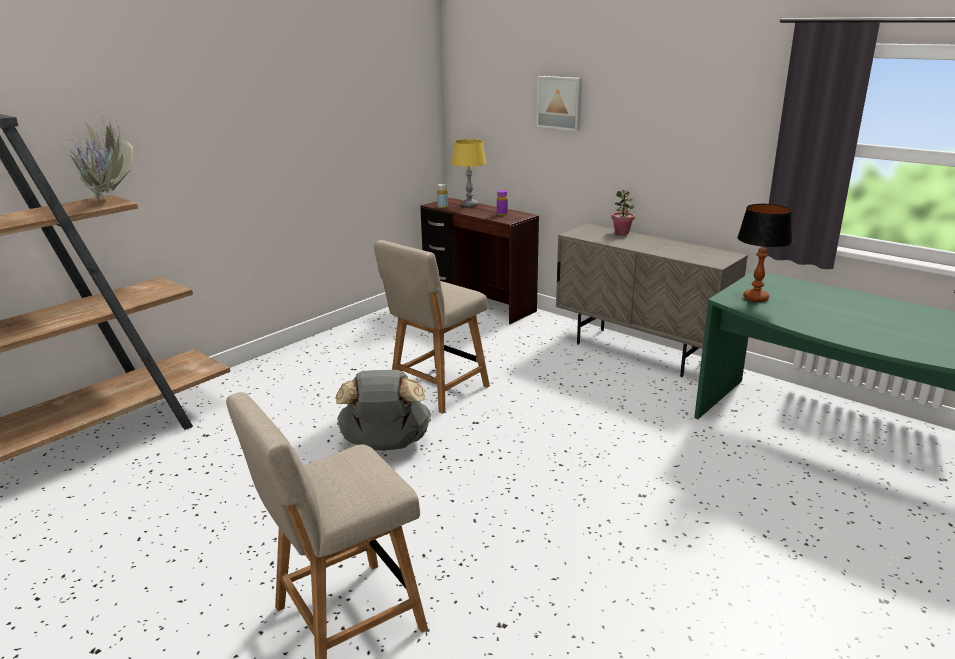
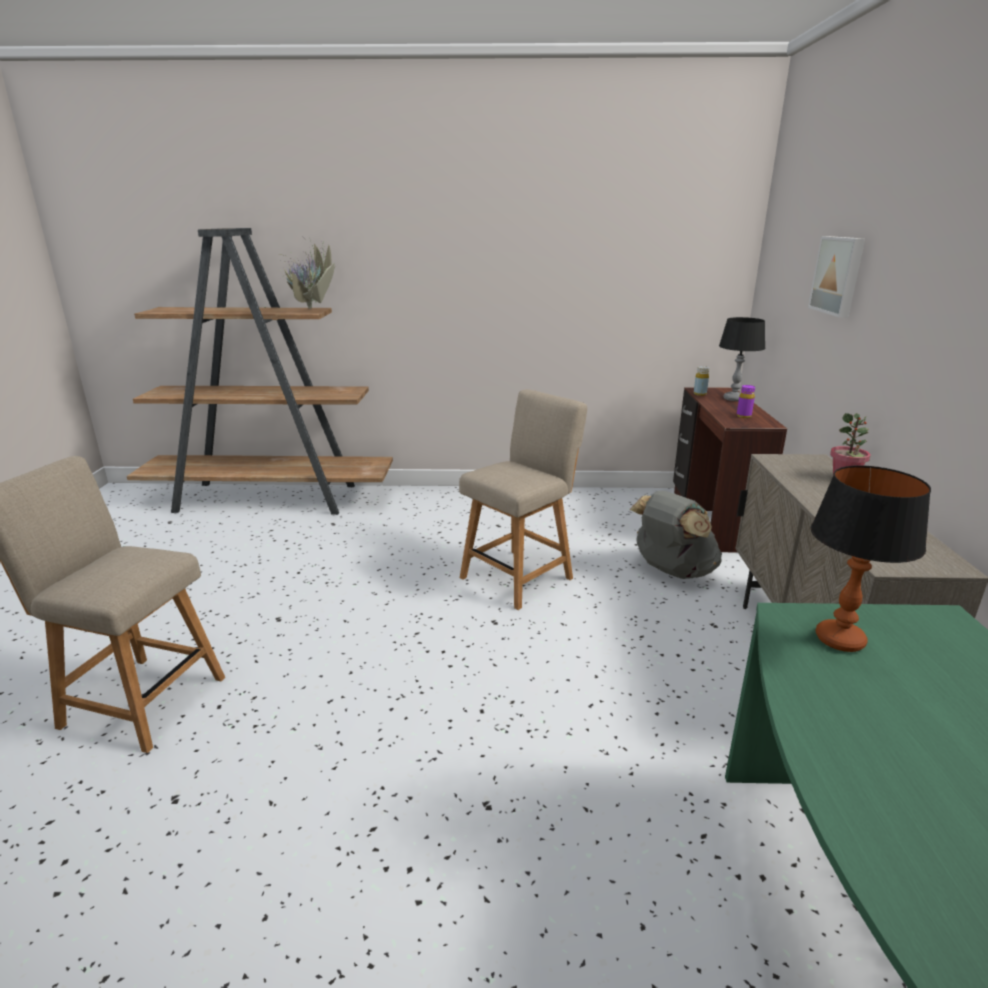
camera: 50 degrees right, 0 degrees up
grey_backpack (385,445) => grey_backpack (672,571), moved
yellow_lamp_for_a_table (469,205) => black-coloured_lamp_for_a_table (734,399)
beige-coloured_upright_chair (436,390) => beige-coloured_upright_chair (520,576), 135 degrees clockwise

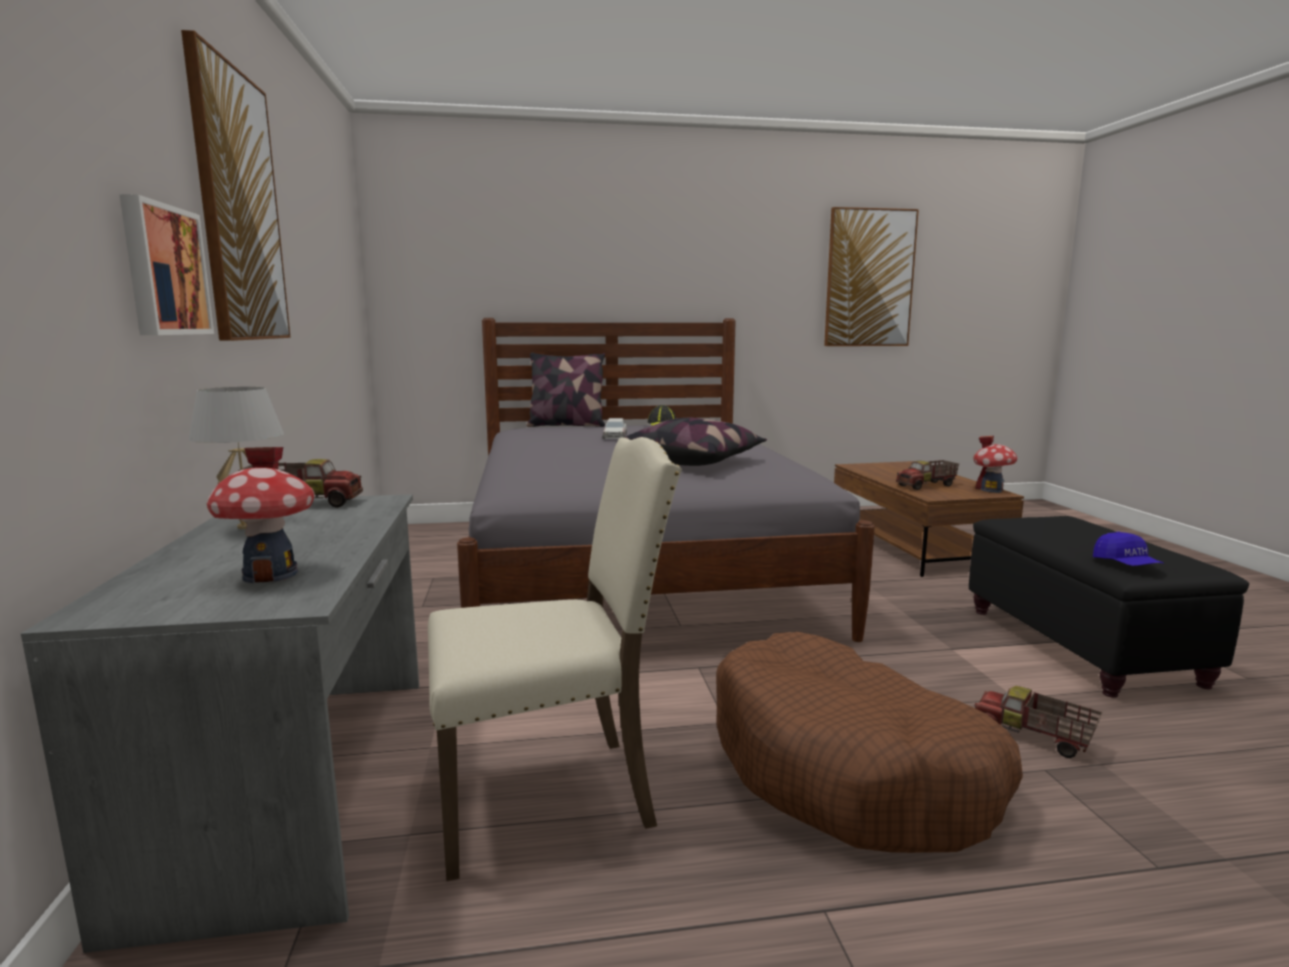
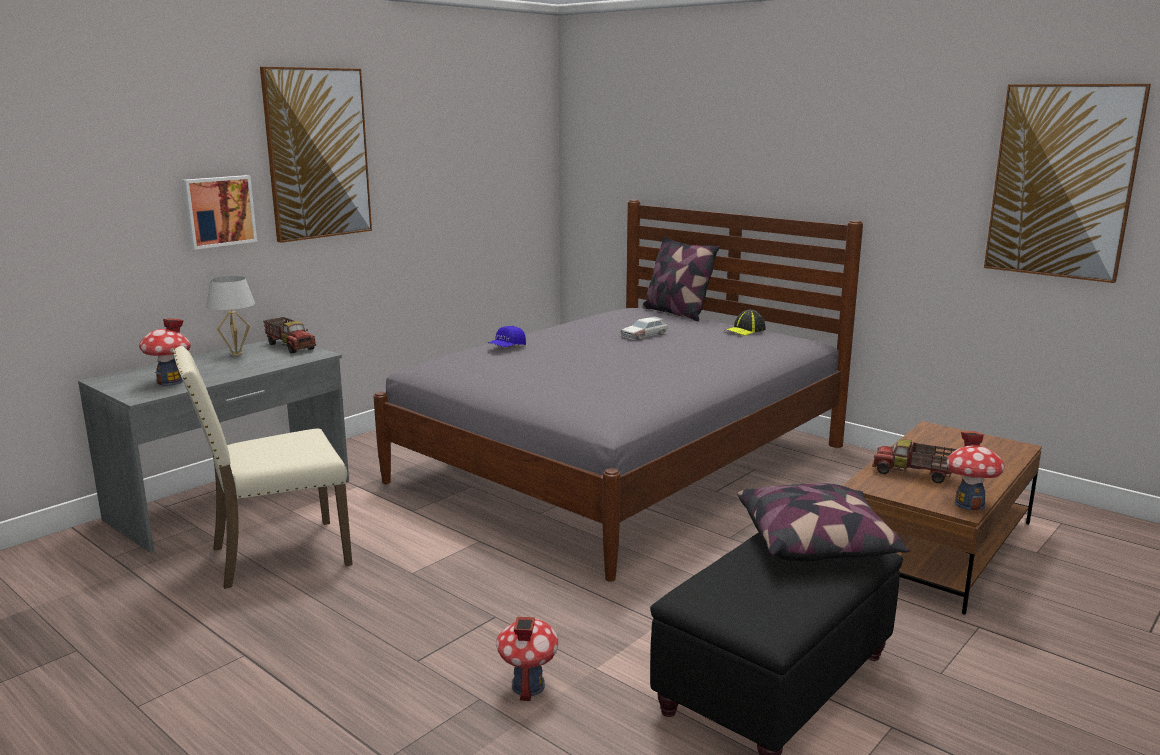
camera: 50 degrees right, 5 degrees up
brownish_dog_cushion (849,769) => nothing
cushion (694,461) => cushion (817,544), moved
blue-coloured_baseball_cap (1126,565) => blue-coloured_baseball_cap (507,347), moved
model_truck (1032,737) => miniature_house (528,686)
beige-coloured_upright_chair (549,796) => beige-coloured_upright_chair (277,555), 120 degrees clockwise

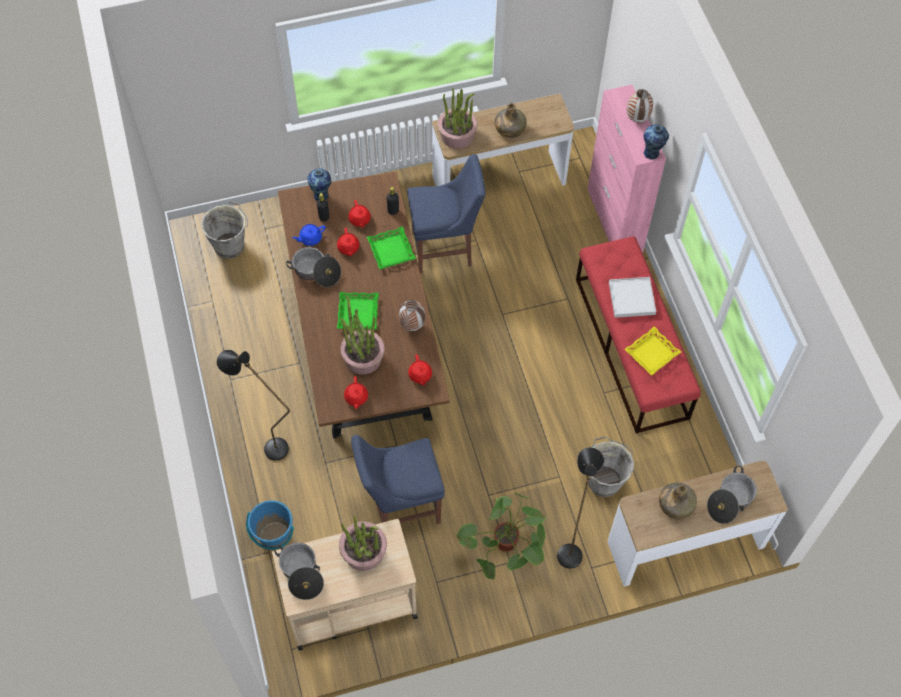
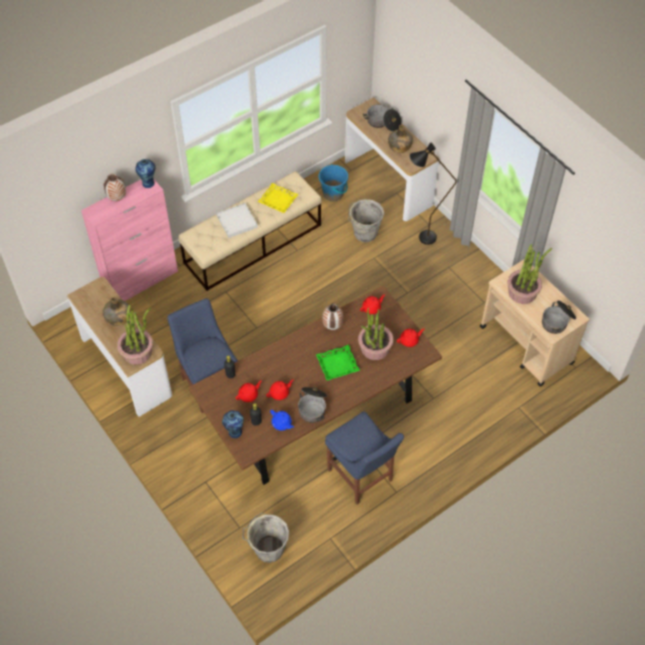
camera: 110 degrees left, 5 degrees down
black-coloured_floor_lamp (267,446) => nothing
green-coloured_carrying_tray (391,250) => nothing
plant_in_a_pot (506,552) => nothing
blue-coloured_pail (274,536) => blue-coloured_pail (333,194), moved
blue-coloured_upright_chair (400,506) => blue-coloured_upright_chair (361,477), moved
red-coloured_long_seat (631,348) => beige-coloured_long_seat (253,244)

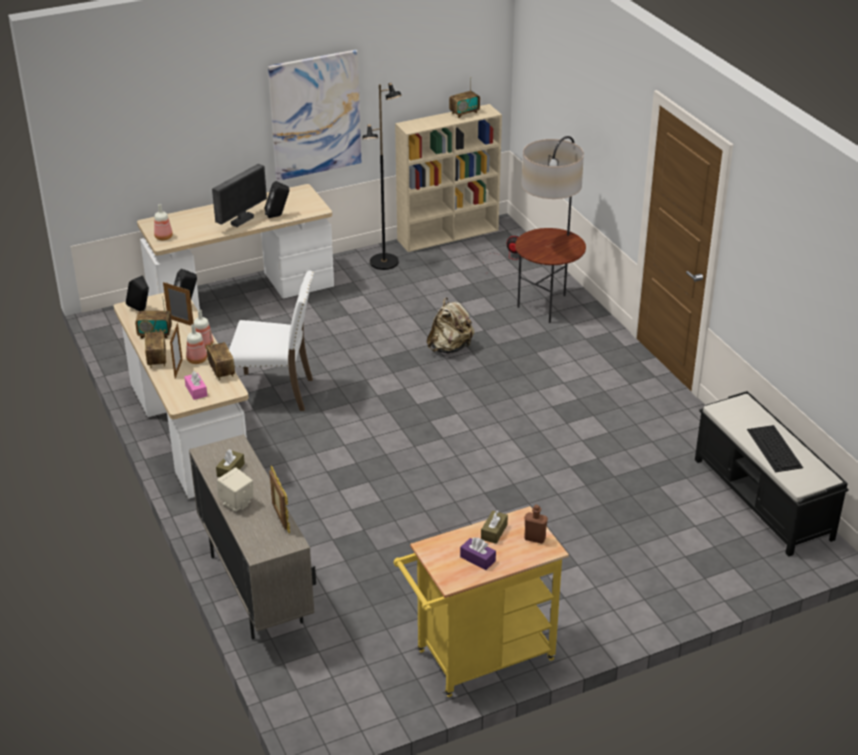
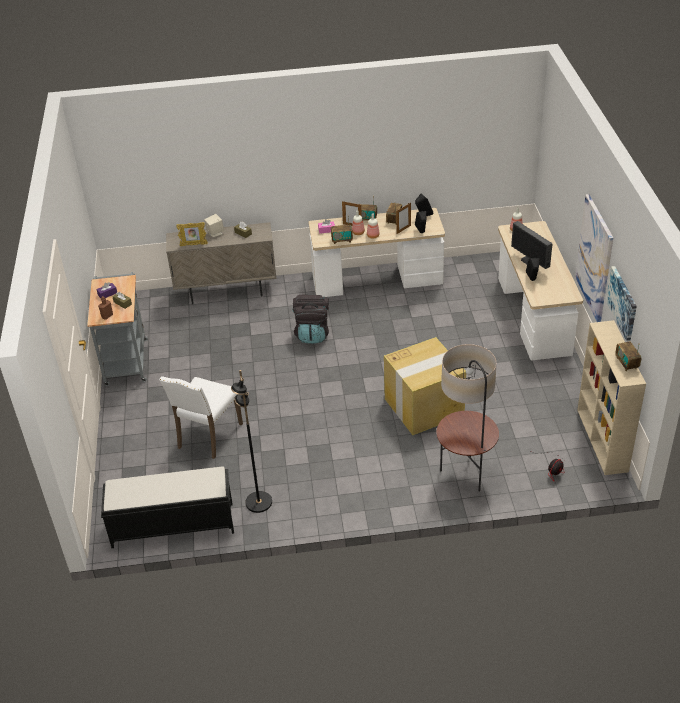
camera: 110 degrees right, 5 degrees up
keyboard (775,449) => nothing
nothing => black-coloured_backpack (312,334)
nothing => wall_art (623,303)
white-coloured_upright_chair (275,393) => white-coloured_upright_chair (208,436), moved
black-coloured_floor_lamp (384,262) => black-coloured_floor_lamp (258,502), moved
beige-coloured_backpack (450,348) => carton (425,406)
yellow_trolley (477,659) => grey_trolley (126,359)

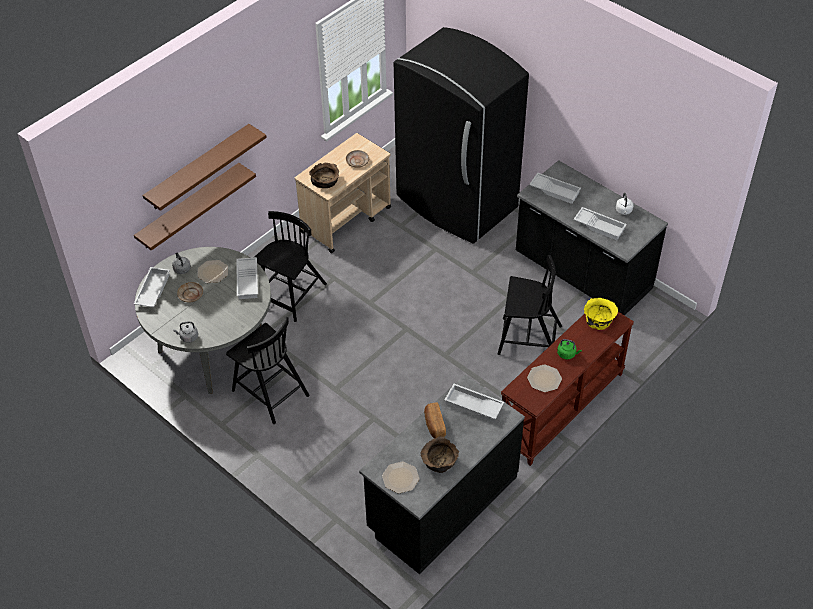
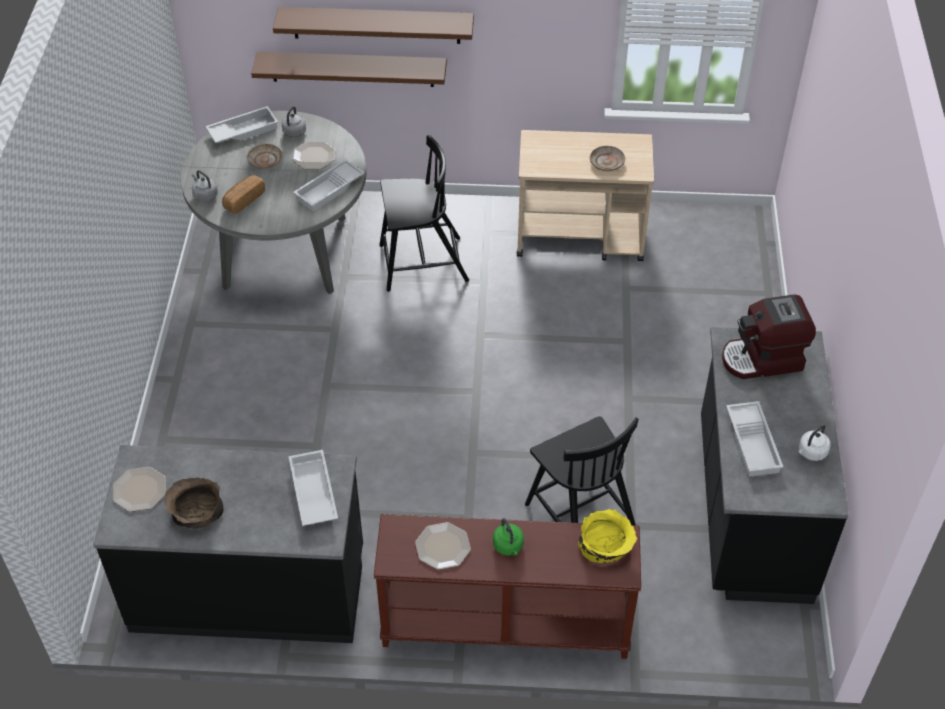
camera: 50 degrees right, 0 degrees up
black-coloured_upright_chair (269,392) => nothing
brownish_bowl (325,181) => nothing
black-coloured_kitchen_fridge (456,203) => nothing
bakery_bread (434,425) => bakery_bread (243,200), moved
white-coloured_carrying_tray (555,190) => coffee_brewer (763,359)

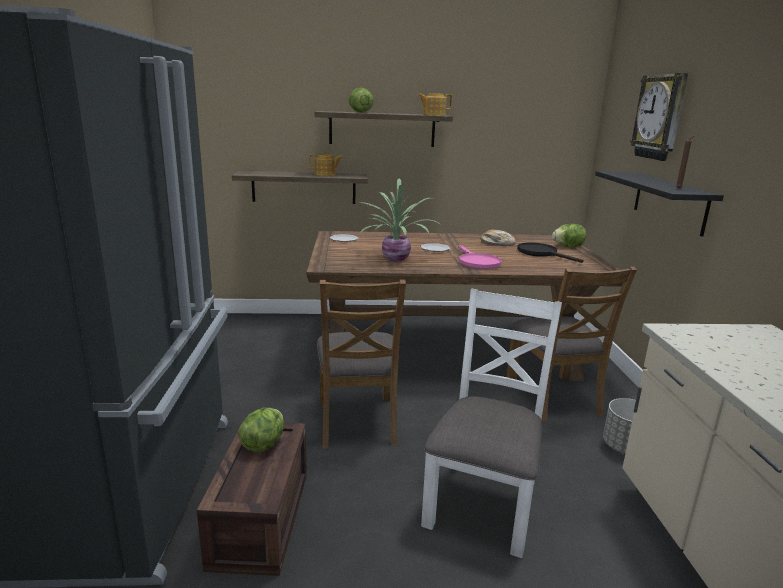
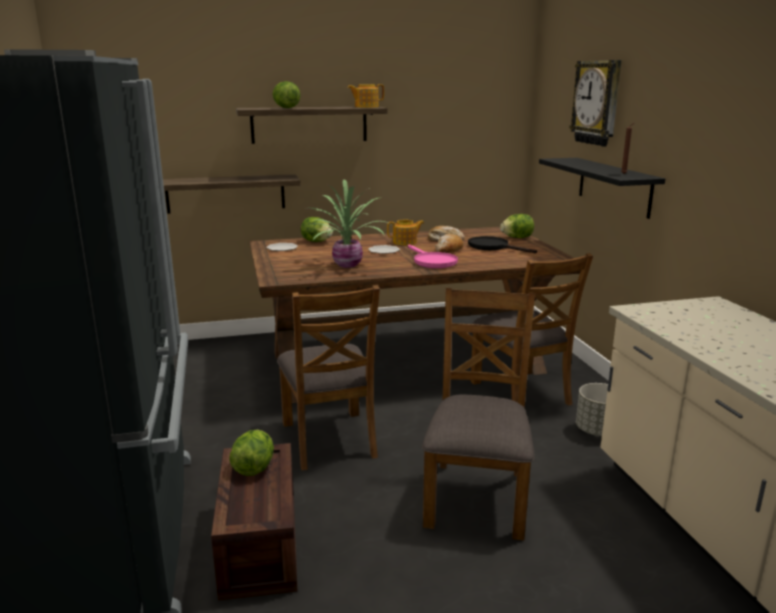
camera: 10 degrees left, 0 degrees up
nothing => lettuce_head (316,241)
nothing => bakery_bread (448,250)
pot_for_tea (325,174) => pot_for_tea (405,242), moved
white-coloured_upright_chair (483,502) => brownish_upright_chair (476,497)

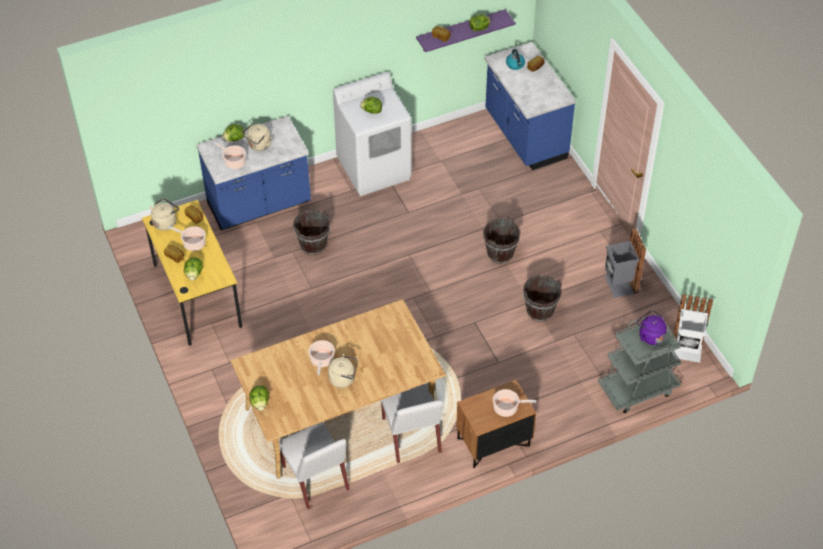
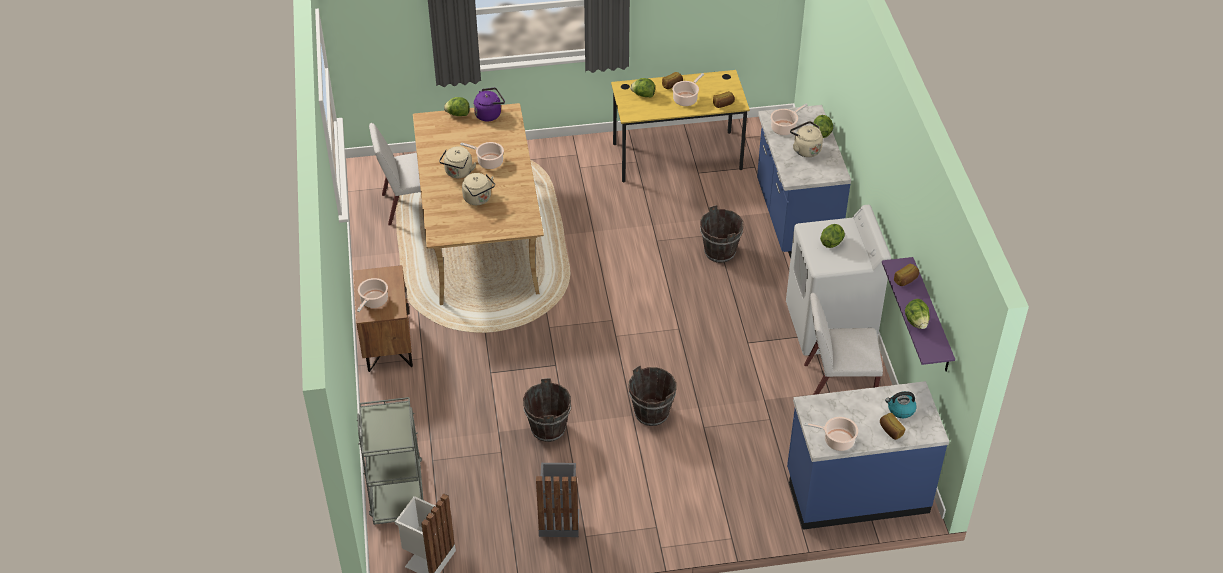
camera: 105 degrees right, 5 degrees down
nothing => stockpot (836,440)
beige-coloured_kettle (165,222) => beige-coloured_kettle (478,199), moved
white-coloured_upright_chair (411,436) => white-coloured_upright_chair (837,383), moved
purplish_kettle (649,335) => purplish_kettle (489,114), moved

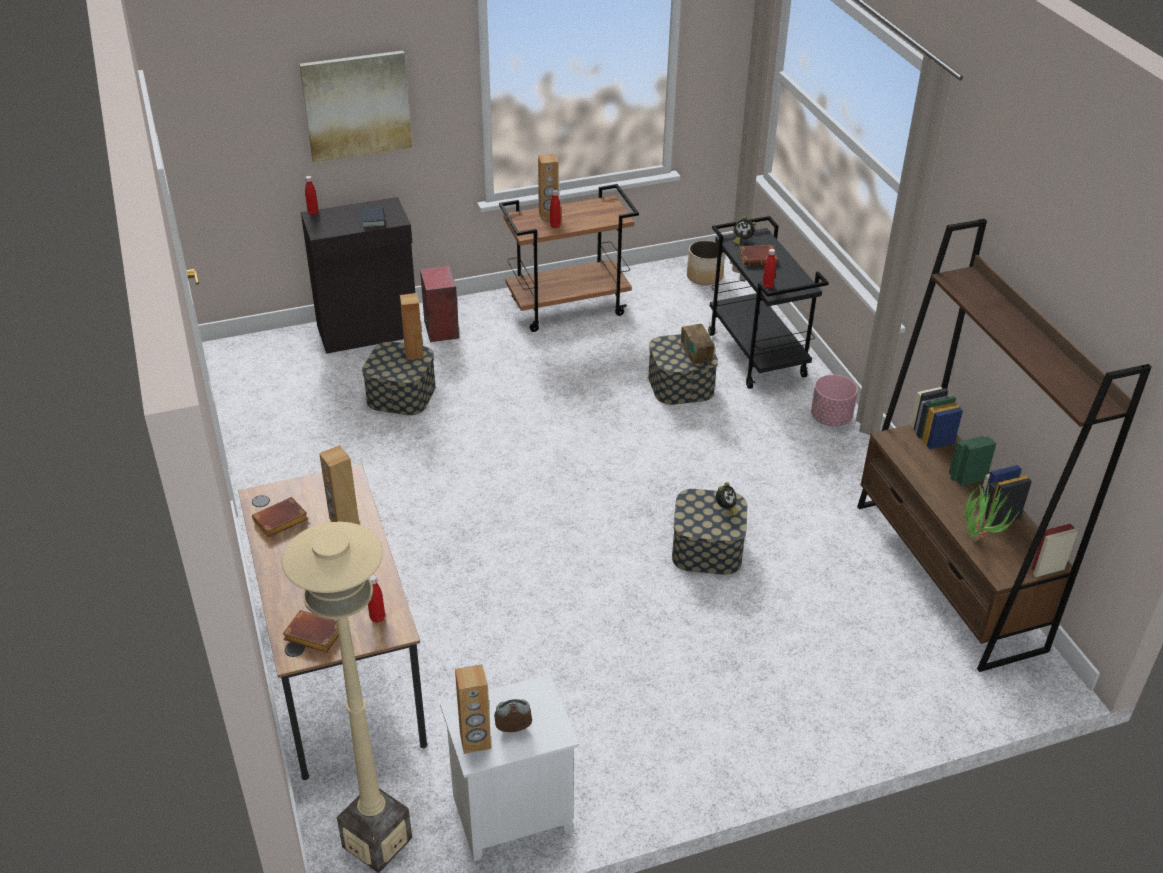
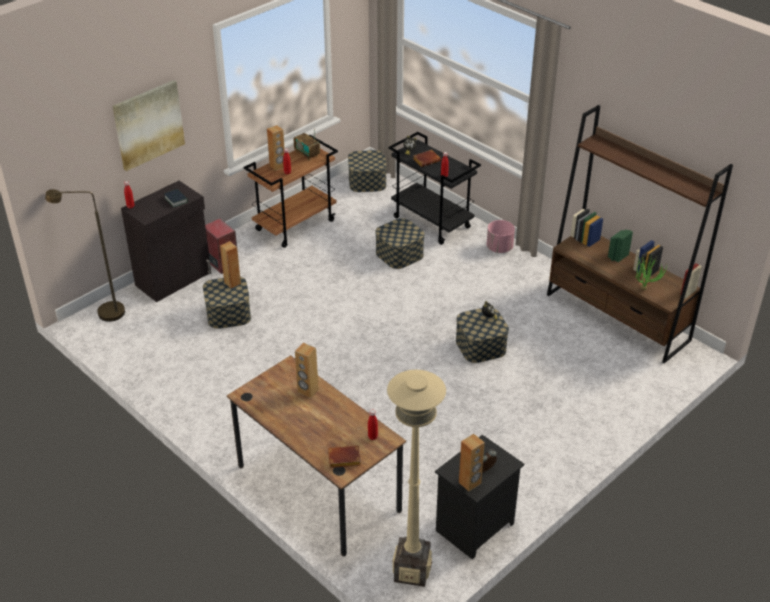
camera: 25 degrees left, 0 degrees up
brownish_bound_book (280,522) => nothing
nothing => brownish_floor_lamp (103,313)
radio_set (696,356) => radio_set (307,154), moved
flower_pot (705,276) => storage_container (367,181)
white-coloured_bedside_table (510,815) => black-coloured_bedside_table (475,528)

